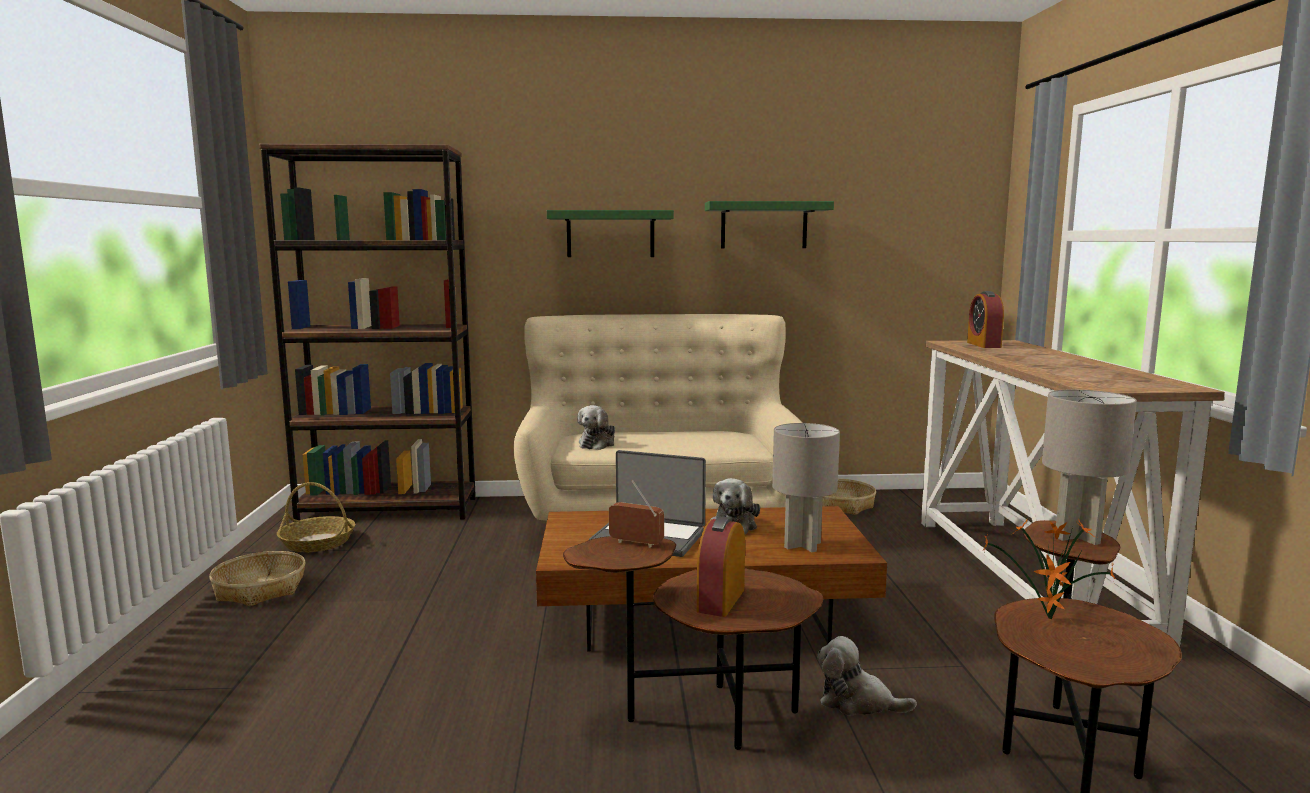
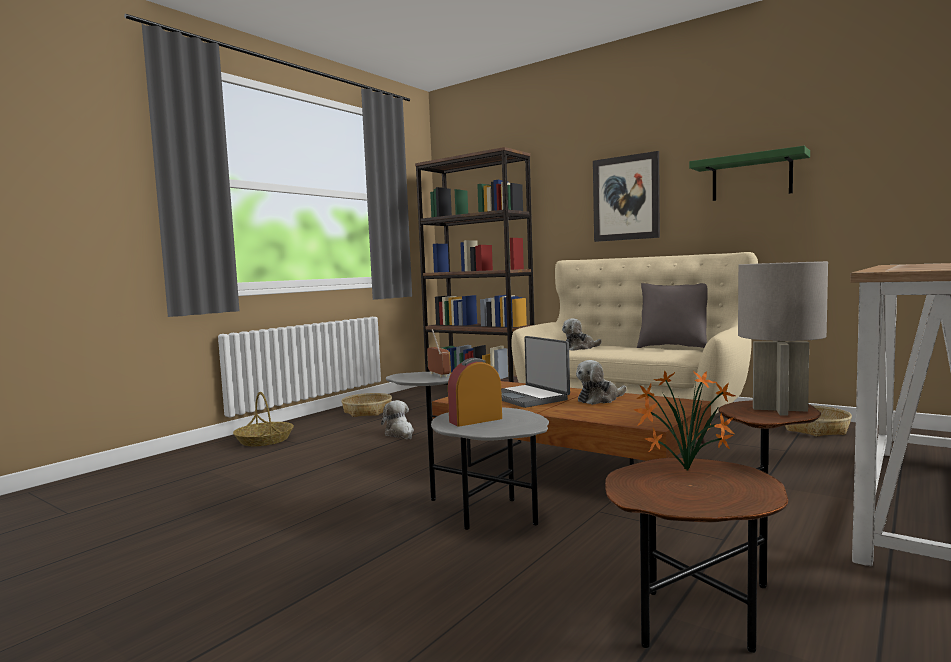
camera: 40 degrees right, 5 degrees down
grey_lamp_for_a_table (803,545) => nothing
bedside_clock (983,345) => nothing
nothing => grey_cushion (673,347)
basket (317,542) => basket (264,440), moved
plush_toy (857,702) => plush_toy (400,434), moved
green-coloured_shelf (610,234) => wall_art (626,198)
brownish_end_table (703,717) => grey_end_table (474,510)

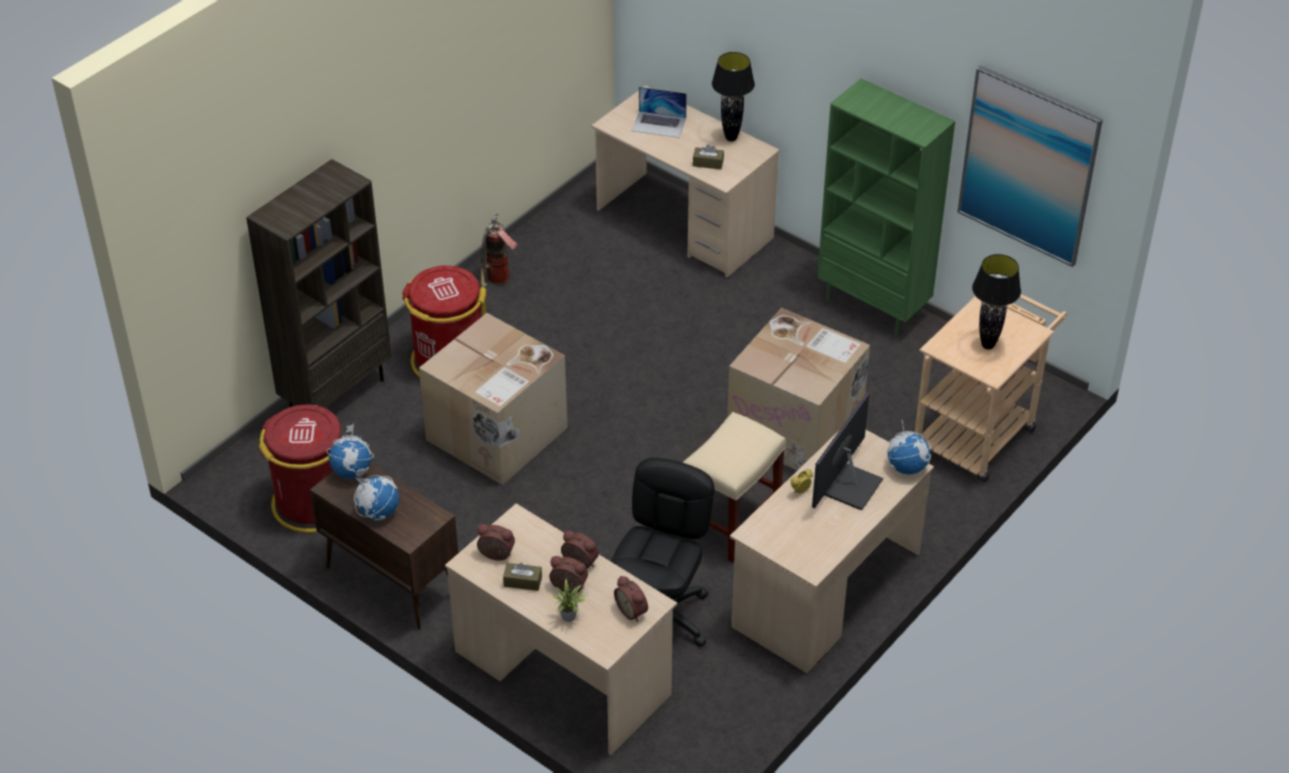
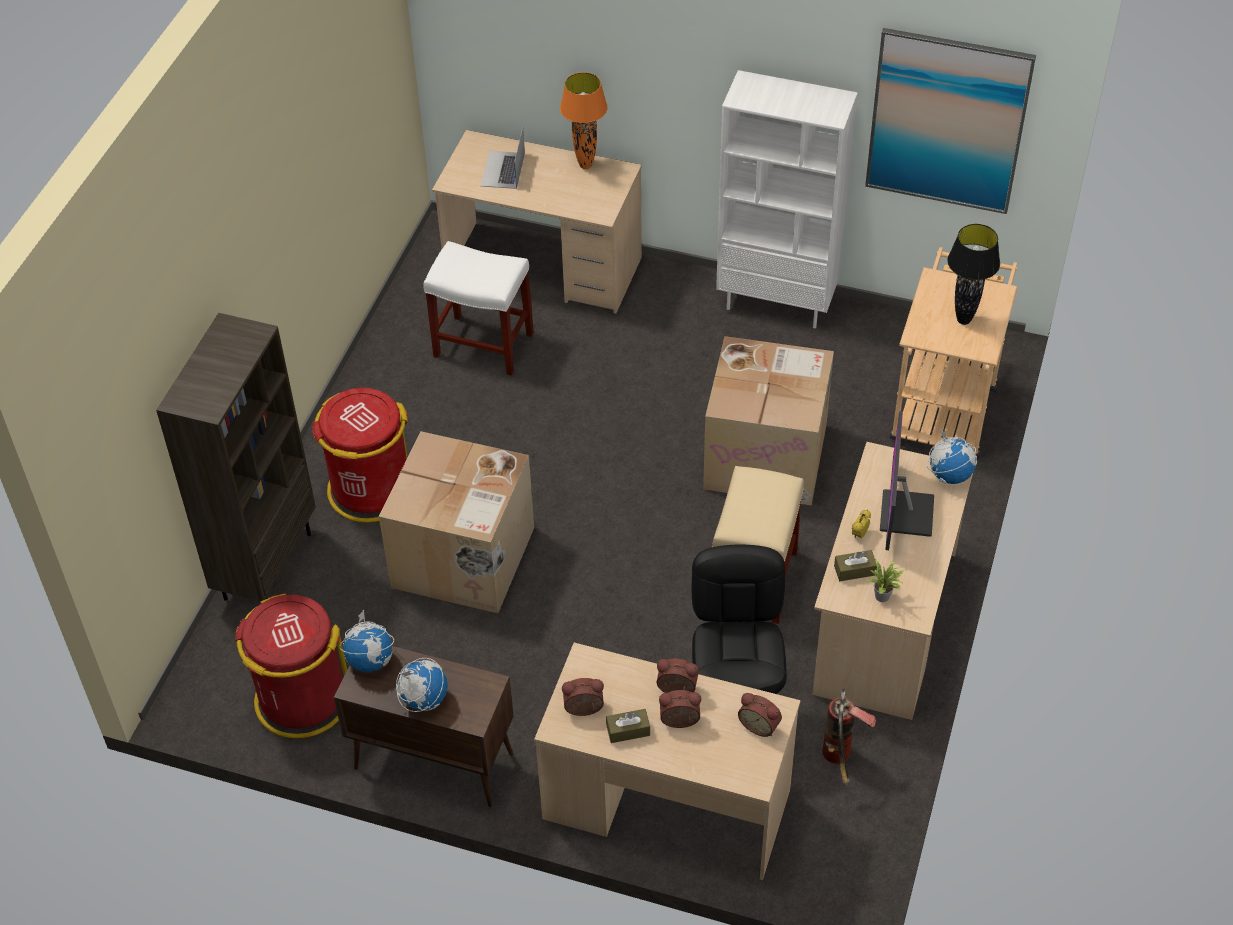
camera: 20 degrees left, 5 degrees up
nothing => white-coloured_stool (482,345)
fire-fighting_cylinder (497,282) => fire-fighting_cylinder (840,761), moved
plant_in_a_pot (570,617) => plant_in_a_pot (884,596), moved
brownish_box_of_tissues (708,163) => brownish_box_of_tissues (854,570), moved
black-coloured_lamp_for_a_table (731,138) => orangey_lamp_for_a_table (586,165)
green-coloured_bookcase (874,306) => white-coloured_bookcase (777,303)
notebook_computer (659,124) => notebook_computer (503,170), 105 degrees clockwise

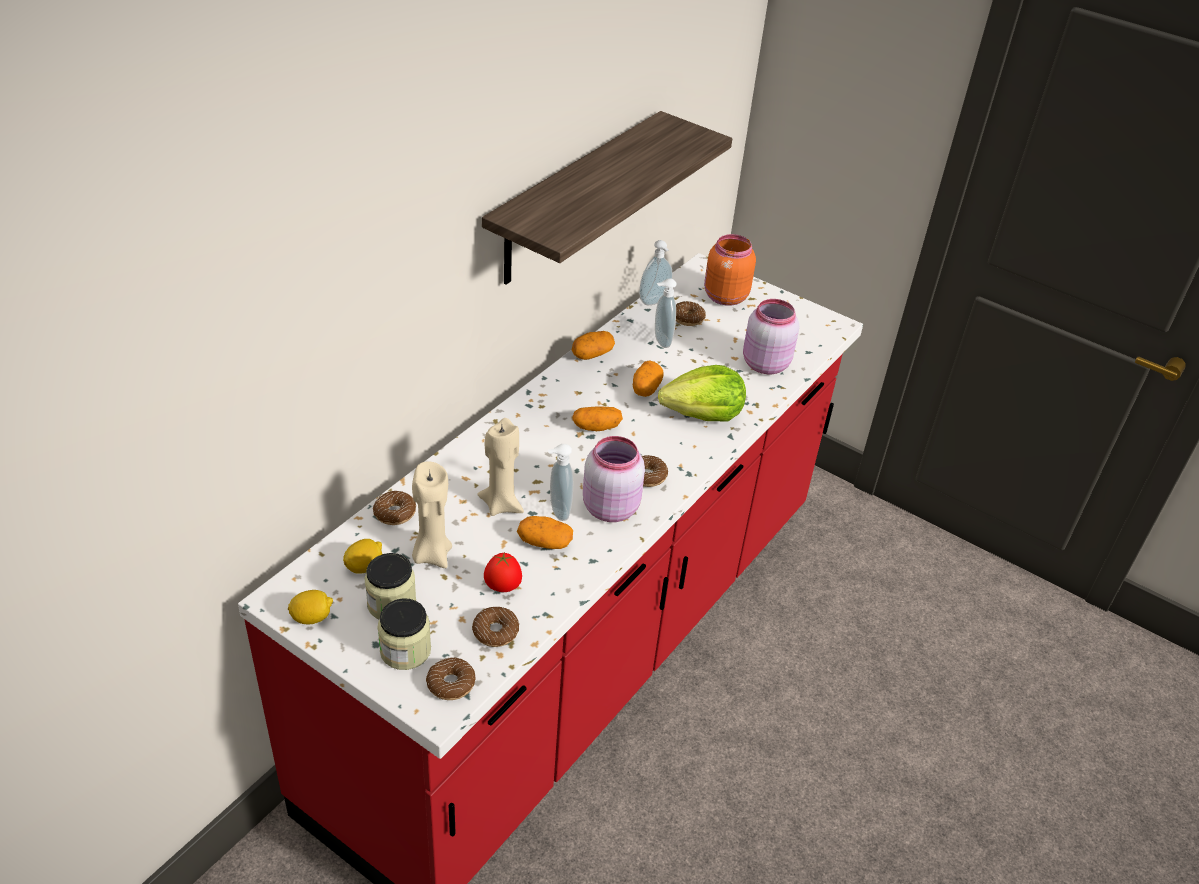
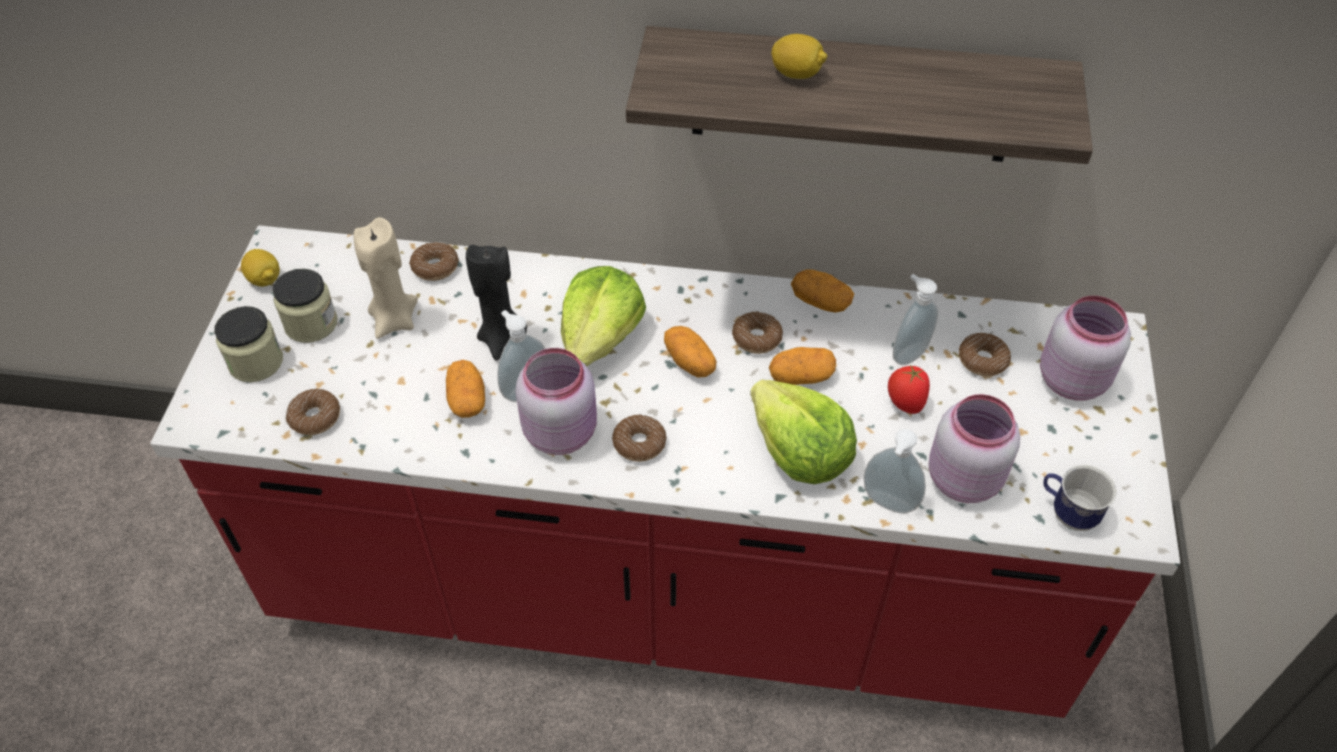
camera: 65 degrees right, 10 degrees up
nothing => lettuce_head (601,338)
nothing => coffee_mug (1067,513)
lemon (364,566) => lemon (797,73), moved
donut (451,684) => donut (757,338), moved
whole_tomato (502,587) => whole_tomato (904,404), moved
soap_dispenser (655,302) => soap_dispenser (887,504), moved
beige-coloured_wax_candle (501,504) => black-coloured_wax_candle (502,339)
orangey_preserve_jar (724,297) => pink-coloured_preserve_jar (1070,378)

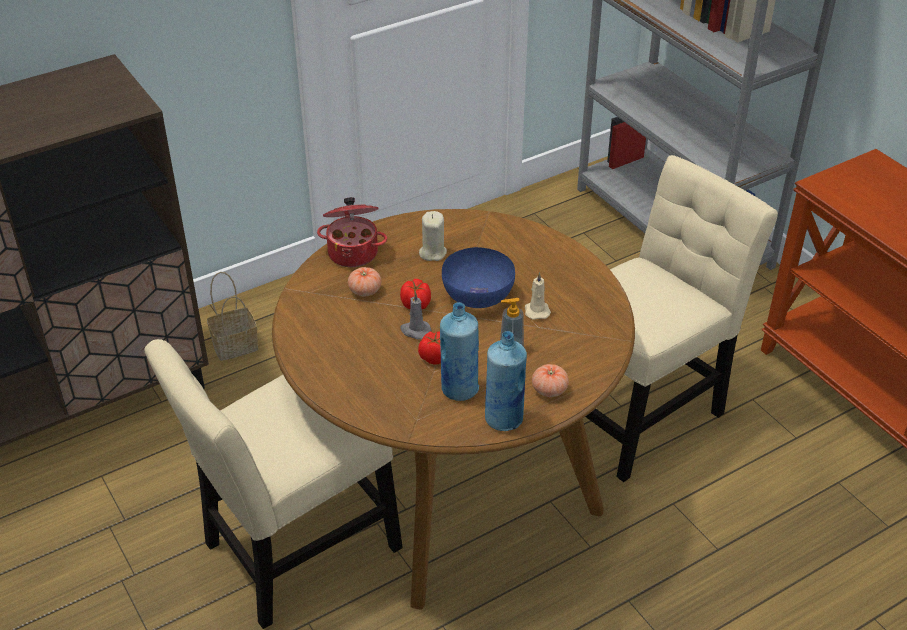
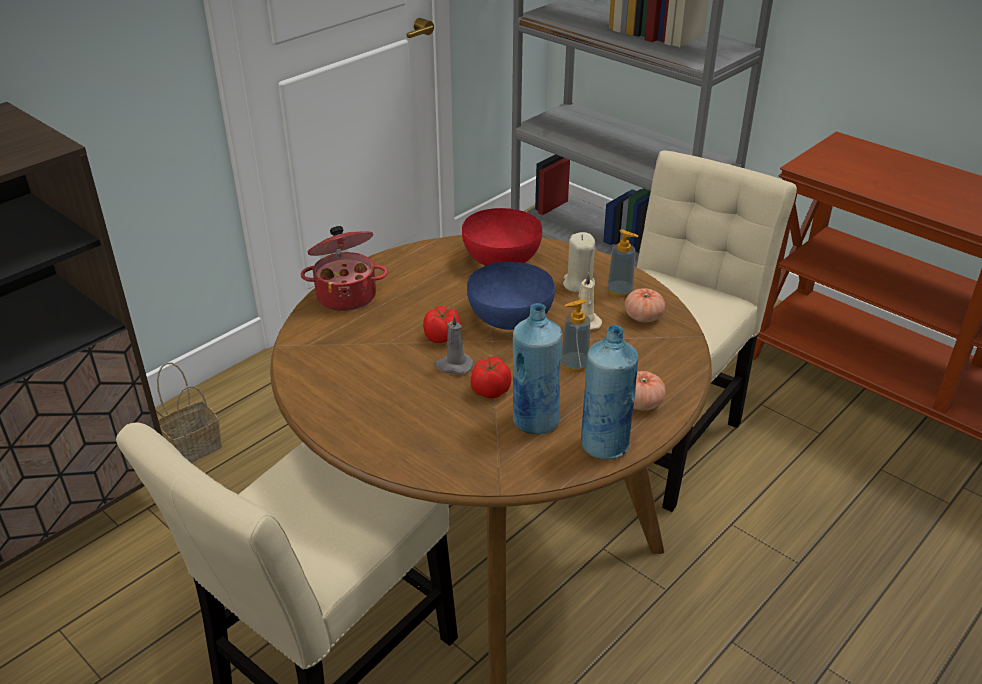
camera: 15 degrees left, 5 degrees down
nothing => red-coloured_bowl (502,258)
nothing => soap_dispenser (620,291)
whole_tomato (365,291) => whole_tomato (643,317), moved
beige-coloured_wax_candle (432,252) => beige-coloured_wax_candle (578,284), moved

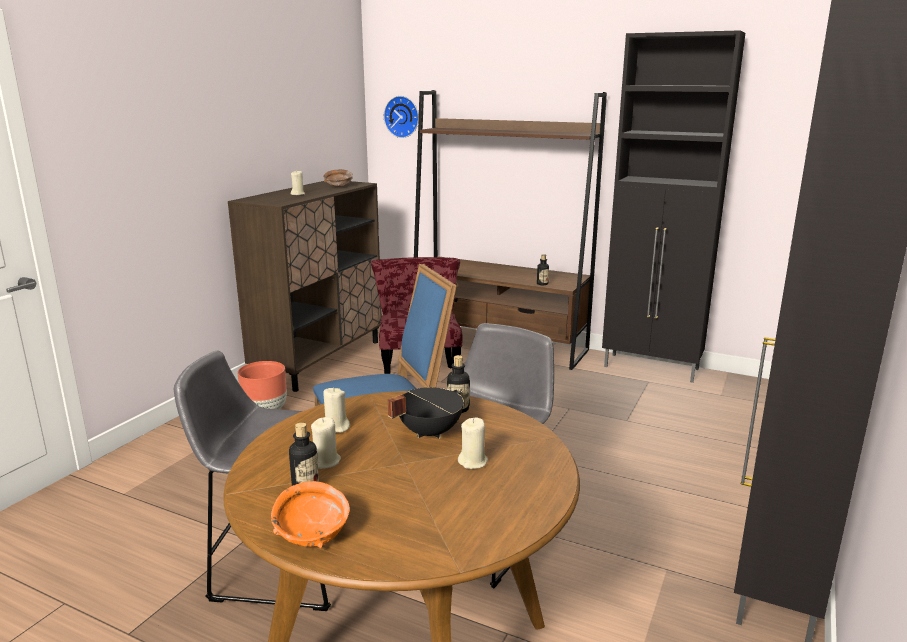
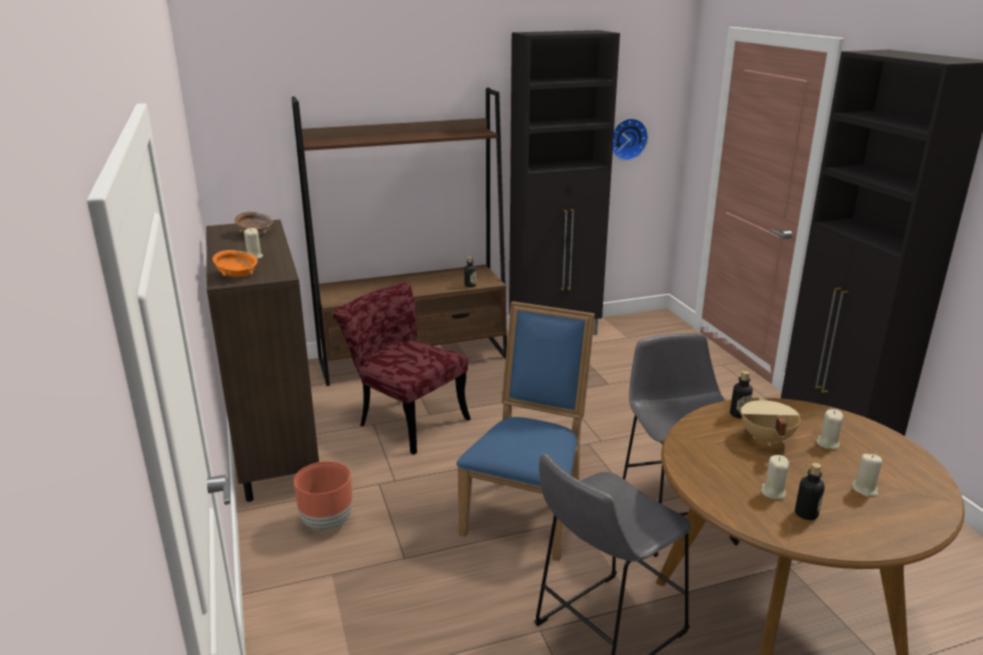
camera: 45 degrees left, 5 degrees up
orangey_bowl (311,533) => orangey_bowl (236,275), moved
beige-coloured_wax_candle (336,428) => beige-coloured_wax_candle (865,489), moved
hanging_clock (402,116) => hanging_clock (627,139), moved
black-coloured_stockpot (428,432) => beige-coloured_stockpot (765,439)

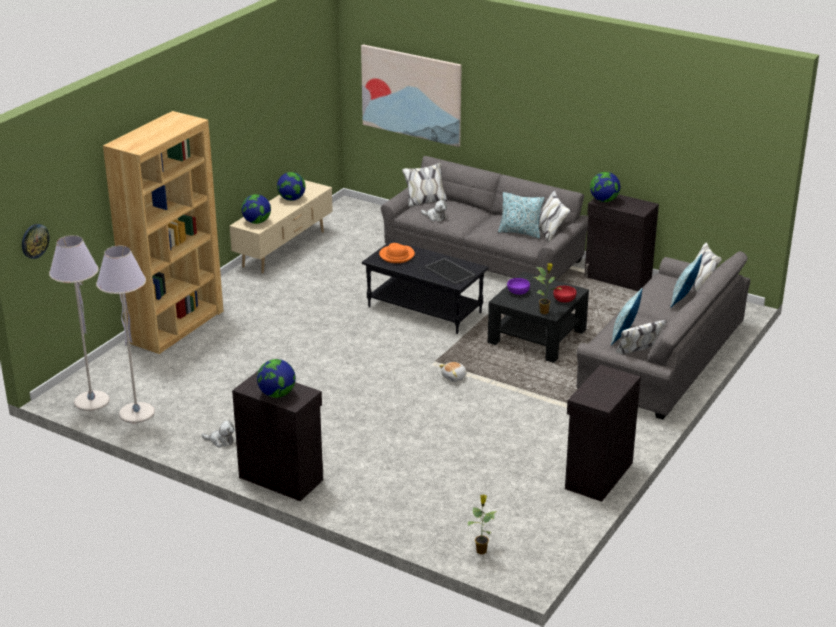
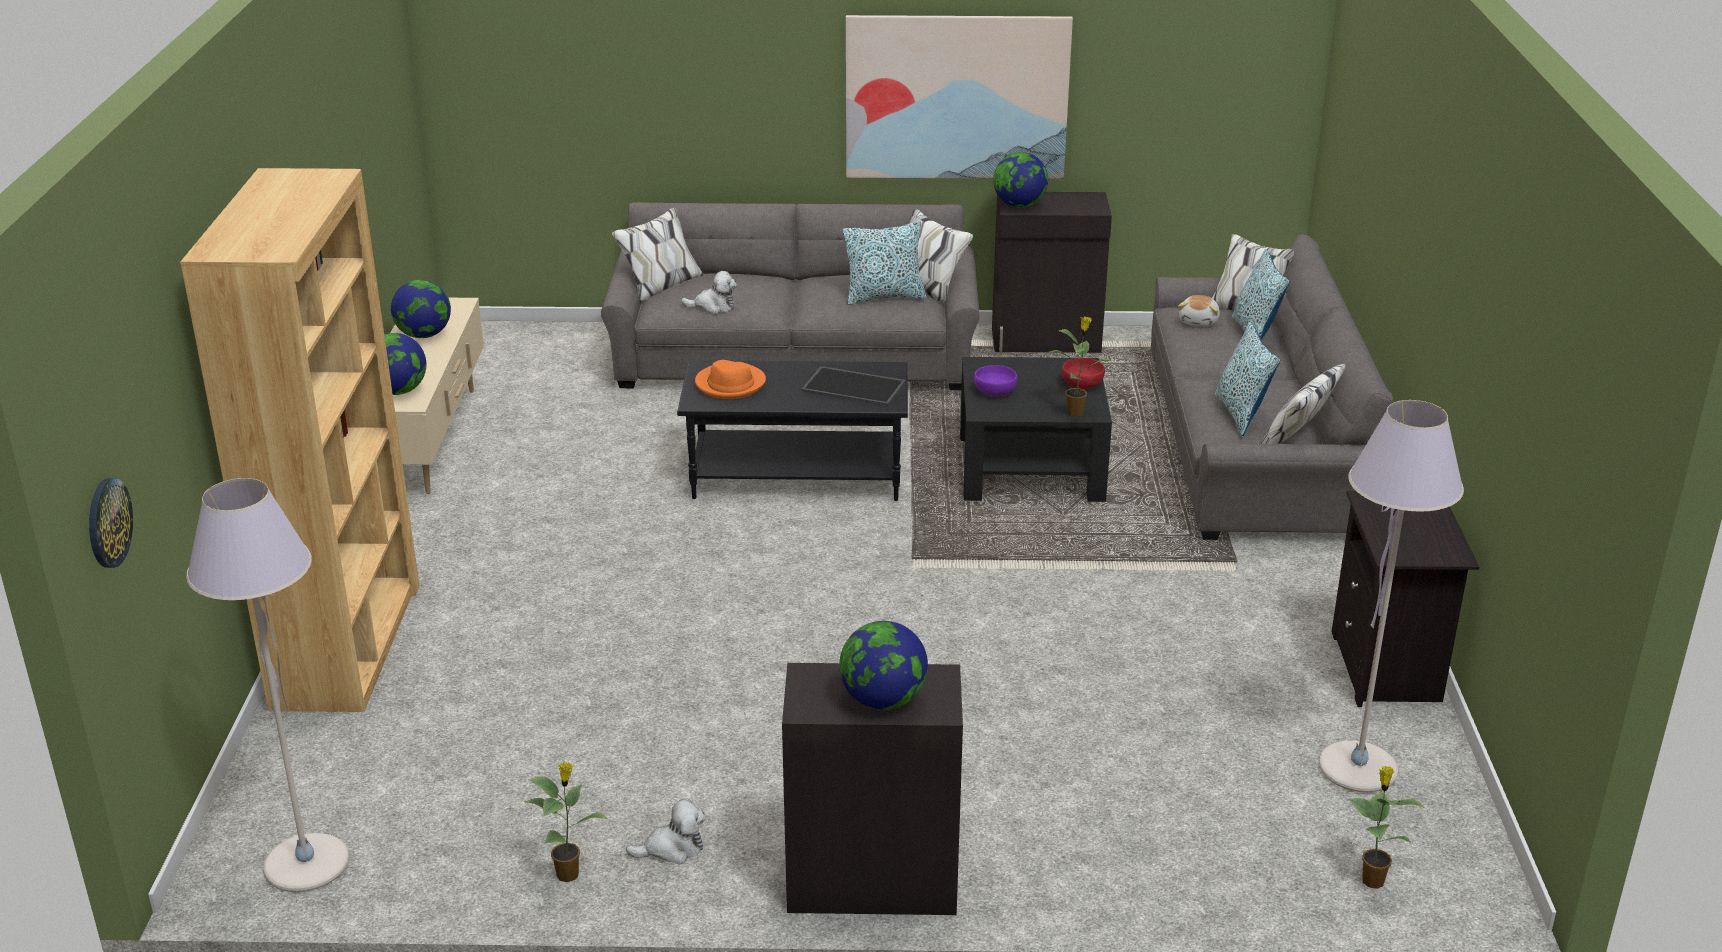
camera: 30 degrees left, 0 degrees up
nothing => plant_in_a_pot (569,874)
grey_floor_lamp (136,414) => grey_floor_lamp (1357,769), moved
wall_art (411,94) => wall_art (956,97), moved
plush_toy (454,377) => plush_toy (1199,321), moved
black-coloured_cupboard (597,475) => black-coloured_bedside_table (1388,669)

